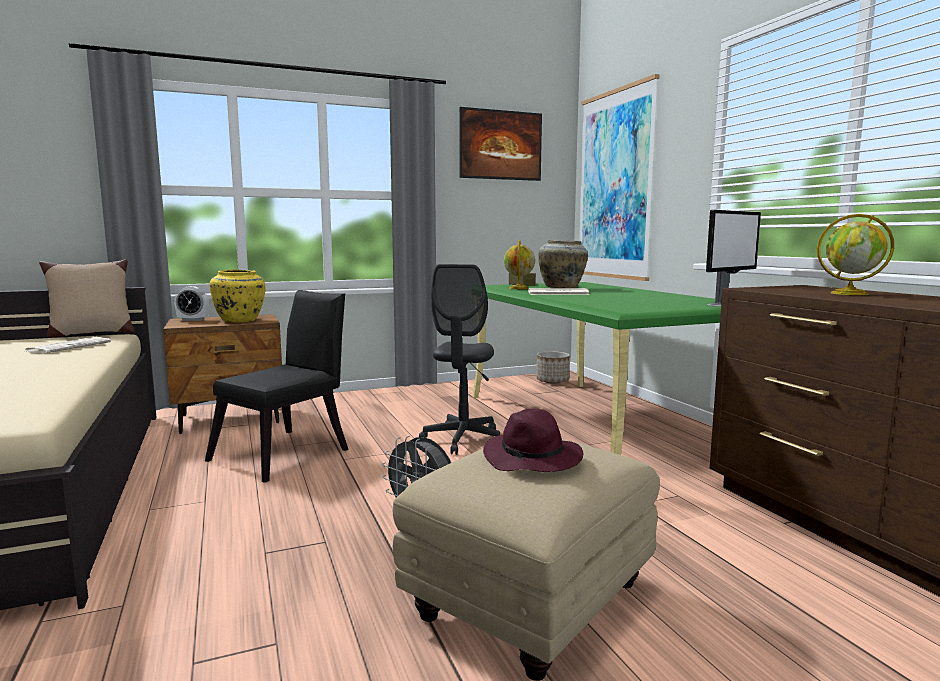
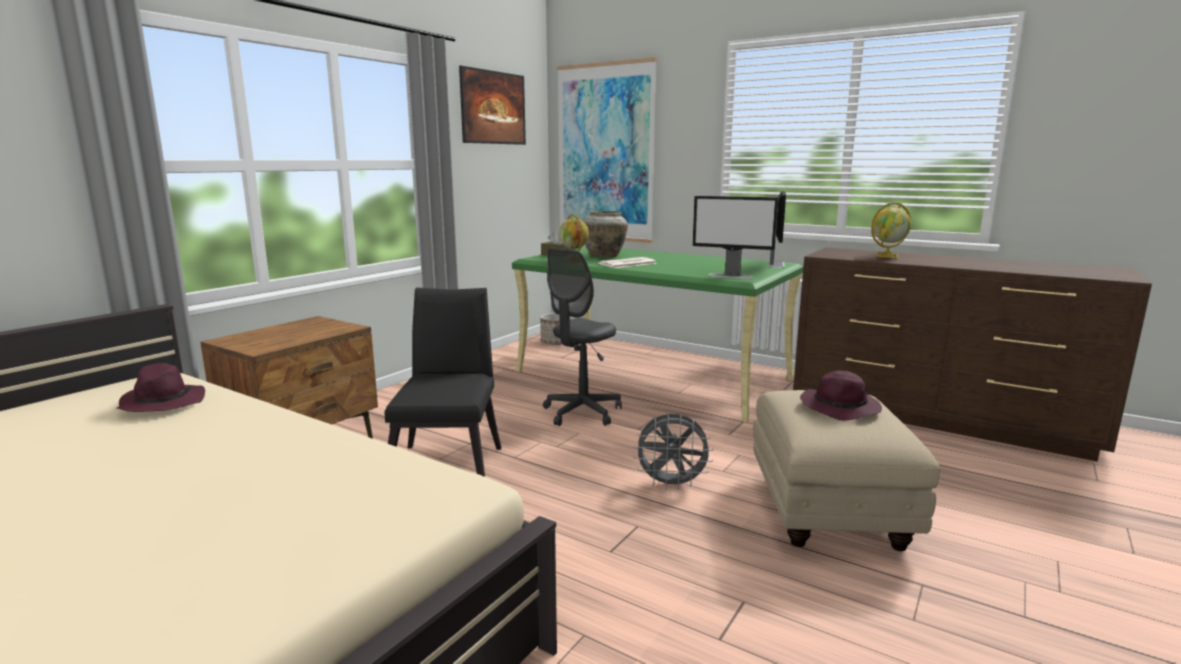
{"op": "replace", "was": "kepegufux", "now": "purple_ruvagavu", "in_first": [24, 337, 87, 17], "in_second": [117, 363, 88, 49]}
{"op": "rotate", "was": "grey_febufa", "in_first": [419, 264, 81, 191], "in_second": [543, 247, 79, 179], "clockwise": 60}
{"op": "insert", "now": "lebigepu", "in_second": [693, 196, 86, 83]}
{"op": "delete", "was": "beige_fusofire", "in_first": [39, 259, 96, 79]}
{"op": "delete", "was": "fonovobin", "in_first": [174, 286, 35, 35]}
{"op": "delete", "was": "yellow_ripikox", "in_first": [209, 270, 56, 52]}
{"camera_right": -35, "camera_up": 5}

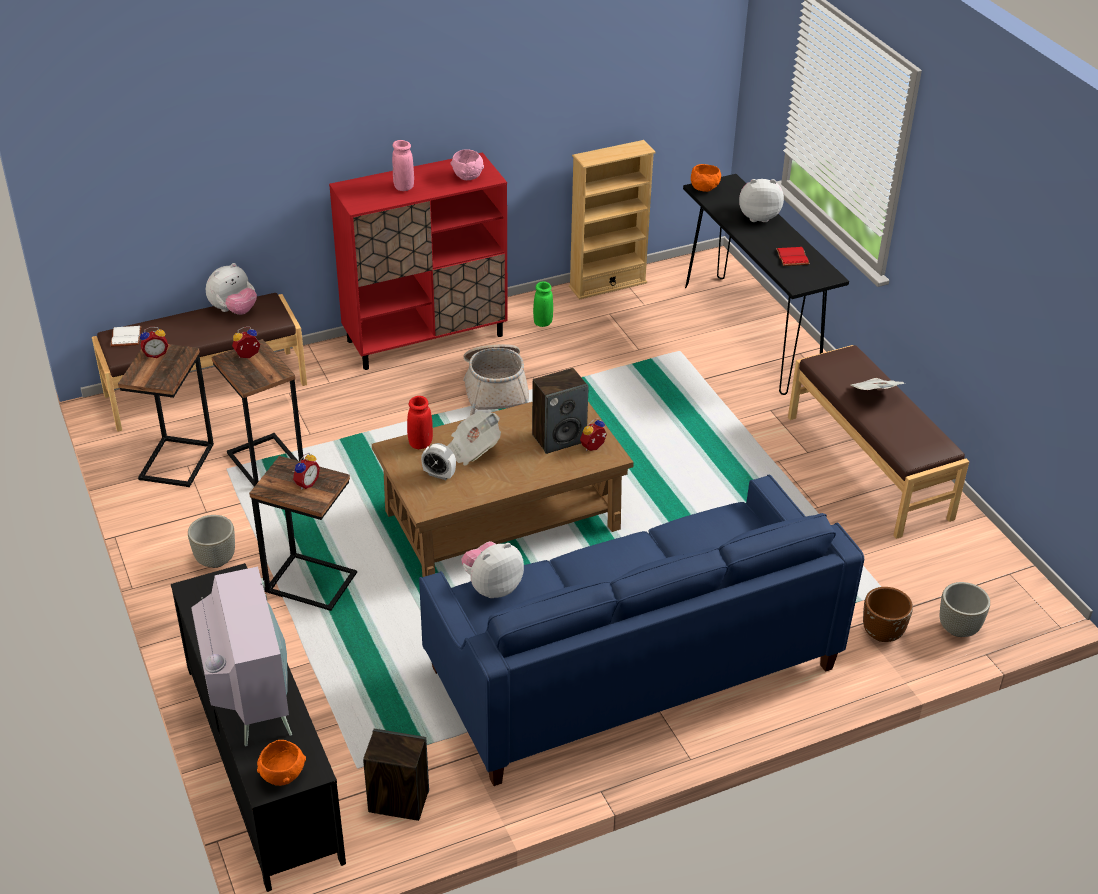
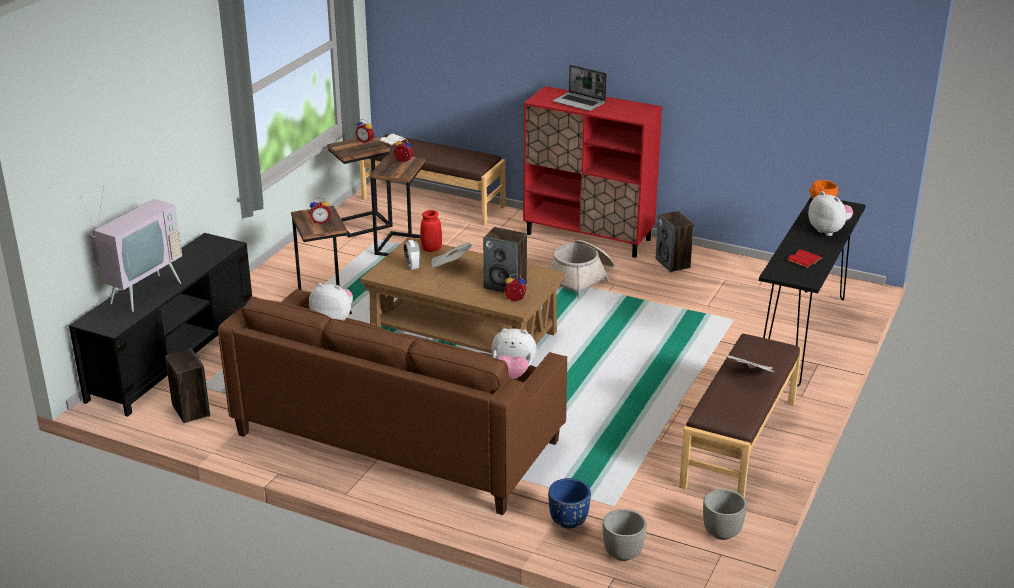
{"op": "recolor", "was": "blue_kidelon", "now": "brown_kidelon", "in_first": [419, 474, 445, 312], "in_second": [218, 289, 349, 226]}
{"op": "move", "was": "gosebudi", "in_first": [206, 263, 51, 52], "in_second": [491, 328, 46, 51]}
{"op": "recolor", "was": "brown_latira", "now": "blue_latira", "in_first": [863, 587, 50, 55], "in_second": [548, 478, 43, 50]}
{"op": "replace", "was": "pink_ripikox", "now": "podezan", "in_first": [392, 140, 22, 51], "in_second": [553, 65, 54, 46]}
{"op": "replace", "was": "green_ripikox", "now": "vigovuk", "in_first": [533, 281, 20, 46], "in_second": [656, 211, 38, 61]}
{"op": "move", "was": "grey_latira", "in_first": [188, 515, 47, 53], "in_second": [703, 489, 44, 51]}
{"op": "delete", "was": "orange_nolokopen", "in_first": [257, 740, 49, 46]}
{"op": "delete", "was": "pink_nolokopen", "in_first": [451, 149, 33, 31]}
{"op": "delete", "was": "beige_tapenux", "in_first": [569, 140, 87, 160]}
{"camera_right": 50, "camera_up": -10}

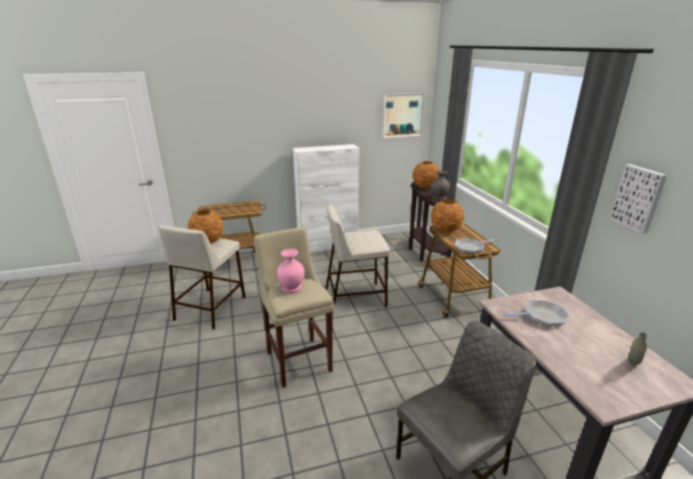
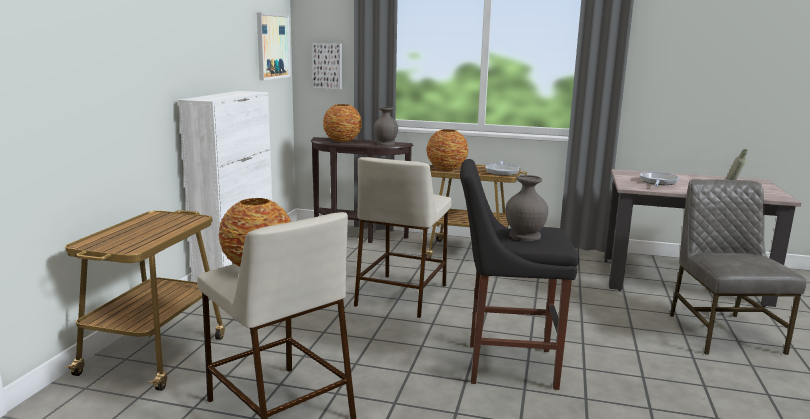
{"op": "move", "was": "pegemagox", "in_first": [610, 164, 57, 70], "in_second": [312, 43, 30, 46]}
{"op": "recolor", "was": "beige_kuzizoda", "now": "black_kuzizoda", "in_first": [254, 227, 81, 161], "in_second": [460, 159, 119, 231]}
{"op": "recolor", "was": "pink_ripikox", "now": "grey_ripikox", "in_first": [277, 249, 28, 44], "in_second": [505, 175, 43, 66]}
{"camera_right": -60, "camera_up": -10}

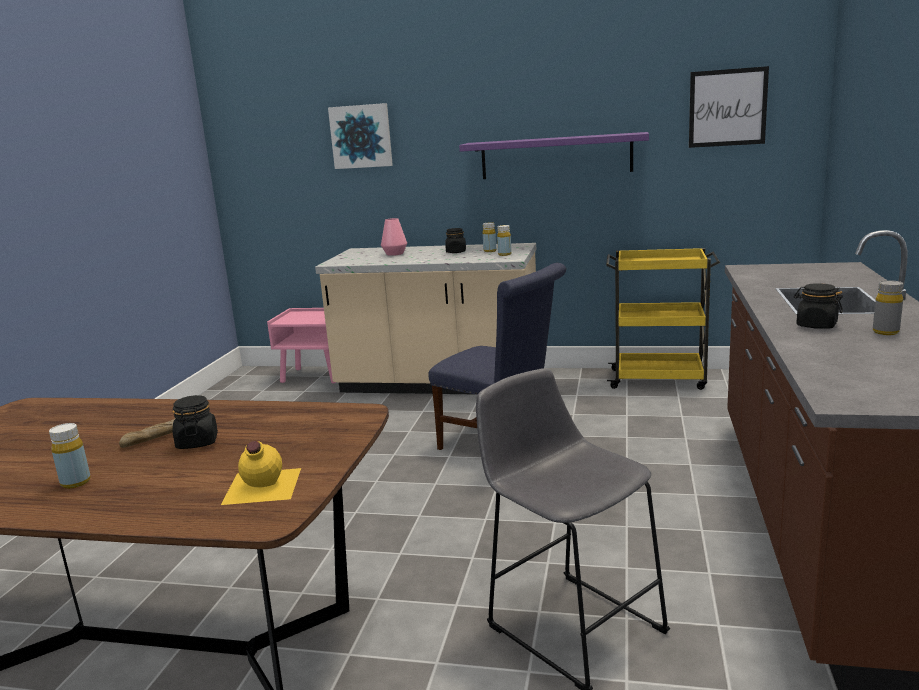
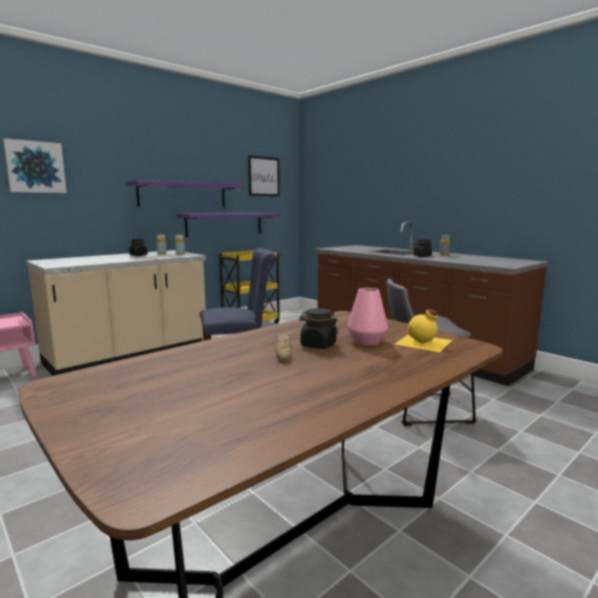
{"op": "insert", "now": "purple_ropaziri", "in_second": [177, 213, 104, 24]}
{"op": "move", "was": "pink_ripikox", "in_first": [381, 218, 26, 38], "in_second": [347, 288, 41, 58]}
{"op": "delete", "was": "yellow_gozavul", "in_first": [49, 423, 42, 65]}
{"camera_right": -55, "camera_up": -5}

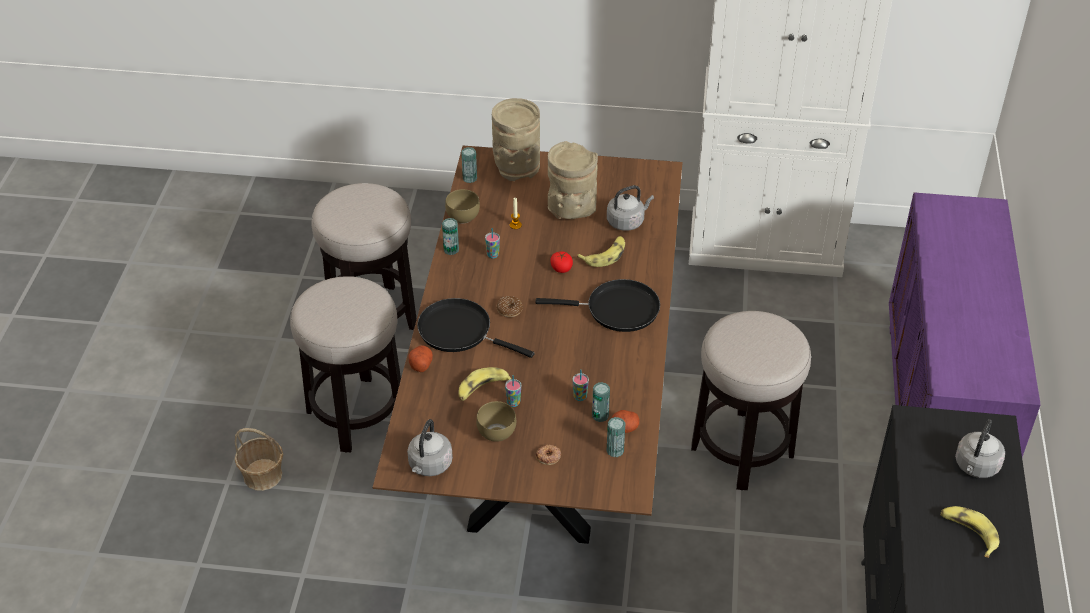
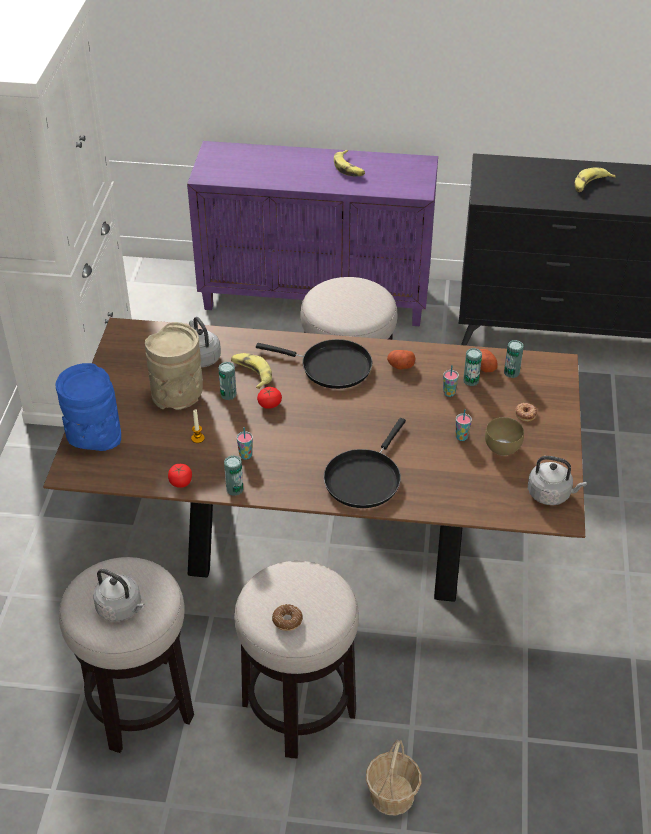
{"op": "recolor", "was": "beige_ripikox", "now": "blue_ripikox", "in_first": [492, 98, 48, 83], "in_second": [56, 363, 65, 88]}
{"op": "move", "was": "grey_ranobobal", "in_first": [955, 419, 50, 59], "in_second": [93, 569, 52, 52]}
{"op": "replace", "was": "brown_nolokopen", "now": "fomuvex", "in_first": [445, 189, 35, 35], "in_second": [168, 464, 24, 24]}
{"op": "move", "was": "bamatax", "in_first": [461, 147, 16, 36], "in_second": [218, 362, 19, 38]}
{"op": "rotate", "was": "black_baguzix", "in_first": [535, 279, 125, 53], "in_second": [256, 339, 117, 50], "clockwise": 105}
{"op": "move", "was": "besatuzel", "in_first": [496, 296, 27, 21], "in_second": [272, 604, 31, 27]}
{"op": "move", "was": "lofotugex", "in_first": [458, 367, 53, 34], "in_second": [334, 150, 31, 26]}
{"op": "move", "was": "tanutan", "in_first": [408, 345, 25, 27], "in_second": [387, 350, 29, 19]}
{"camera_right": -90, "camera_up": 0}

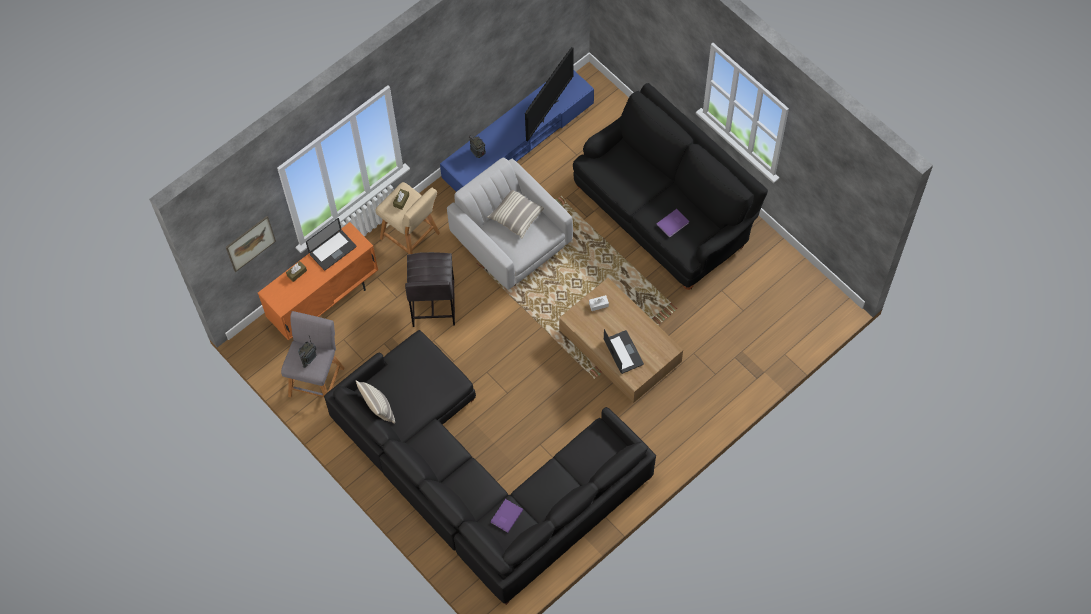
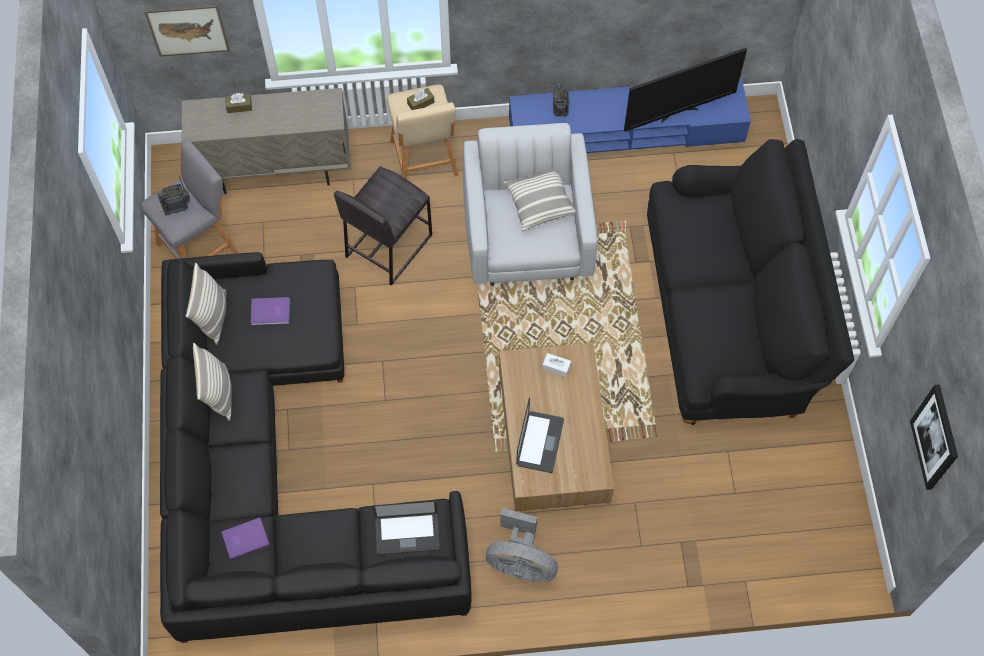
{"op": "recolor", "was": "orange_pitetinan", "now": "beige_pitetinan", "in_first": [258, 222, 120, 118], "in_second": [182, 88, 169, 106]}
{"op": "insert", "now": "fusofire", "in_second": [193, 343, 39, 78]}
{"op": "move", "was": "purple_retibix", "in_first": [657, 209, 32, 29], "in_second": [251, 297, 39, 28]}
{"op": "move", "was": "podezan", "in_first": [306, 218, 50, 52], "in_second": [372, 501, 68, 54]}
{"op": "insert", "now": "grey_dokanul", "in_second": [486, 508, 72, 74]}
{"op": "insert", "now": "pegemagox", "in_second": [910, 384, 48, 106]}
{"camera_right": 35, "camera_up": 0}

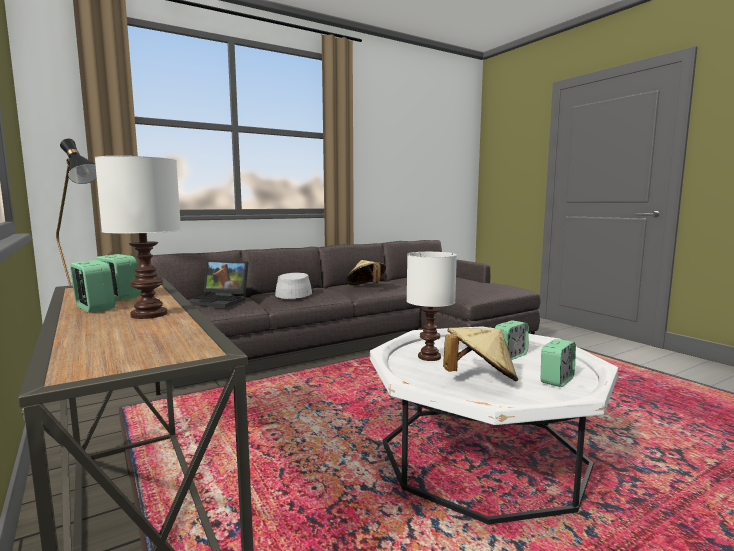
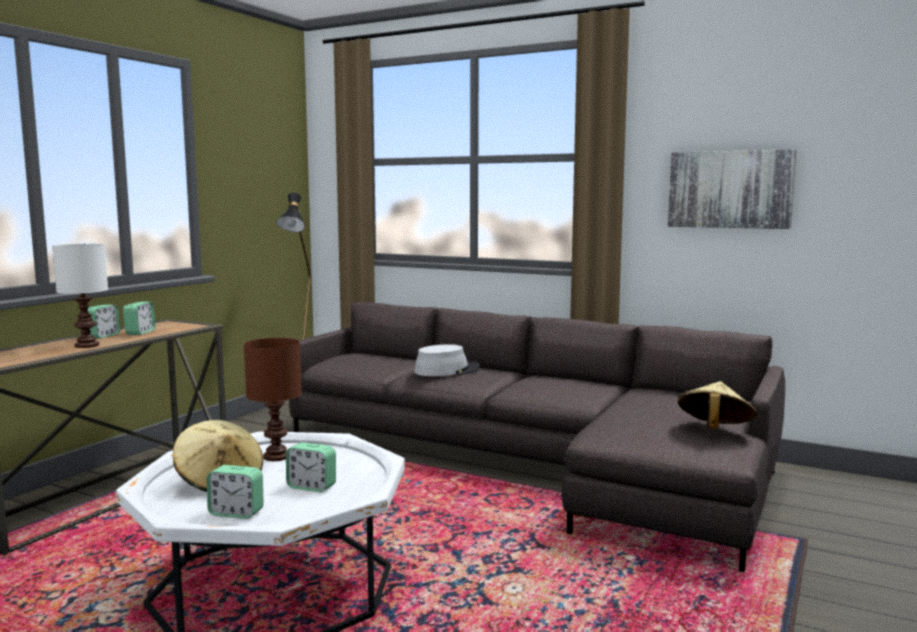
{"op": "recolor", "was": "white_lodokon", "now": "brown_lodokon", "in_first": [407, 252, 50, 109], "in_second": [244, 338, 58, 123]}
{"op": "insert", "now": "pegemagox", "in_second": [668, 149, 128, 80]}
{"op": "move", "was": "beige_ruvagavu", "in_first": [346, 260, 40, 25], "in_second": [678, 381, 79, 48]}
{"op": "delete", "was": "podezan", "in_first": [188, 260, 61, 48]}
{"camera_right": 60, "camera_up": 0}

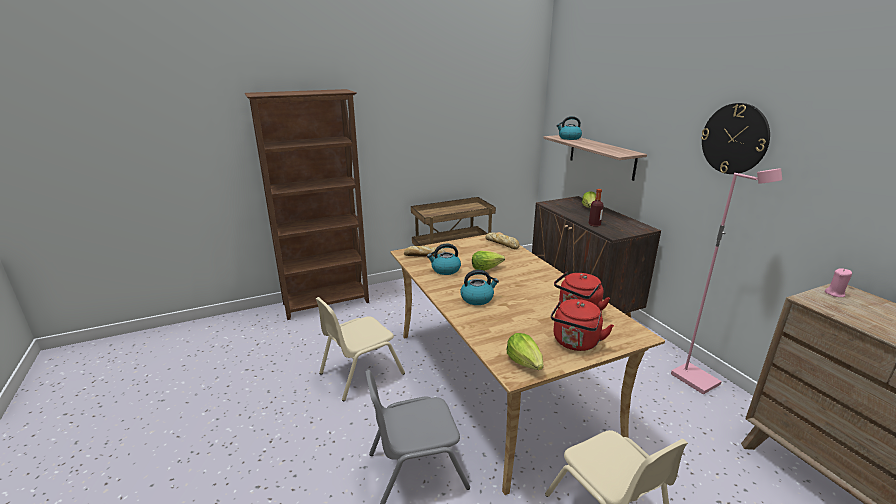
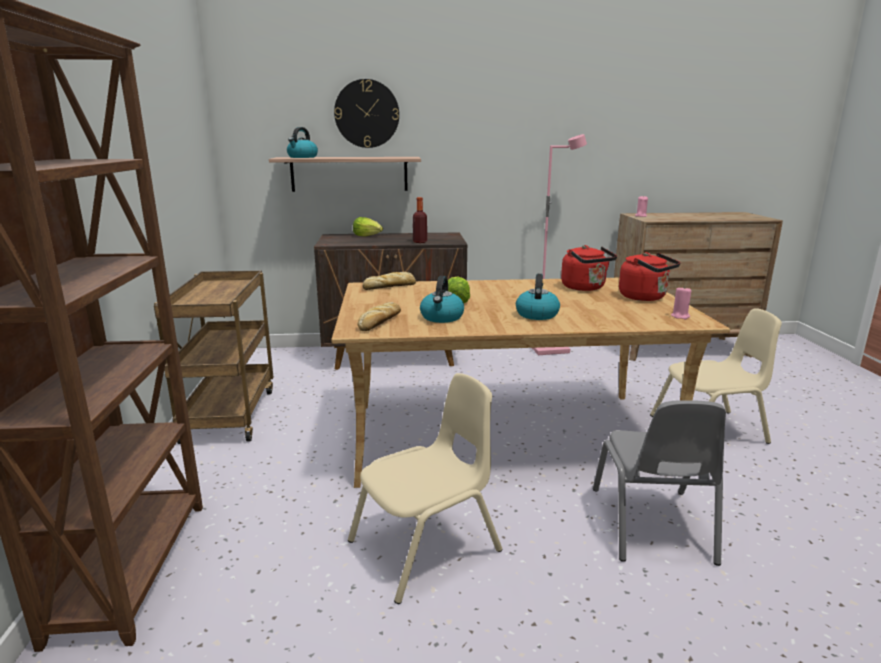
{"op": "move", "was": "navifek", "in_first": [701, 103, 69, 71], "in_second": [334, 79, 65, 69]}
{"op": "rotate", "was": "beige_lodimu", "in_first": [316, 297, 89, 104], "in_second": [348, 373, 154, 231], "clockwise": -105}
{"op": "replace", "was": "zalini", "now": "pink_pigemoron", "in_first": [507, 333, 36, 37], "in_second": [671, 286, 20, 33]}
{"camera_right": -70, "camera_up": -5}

